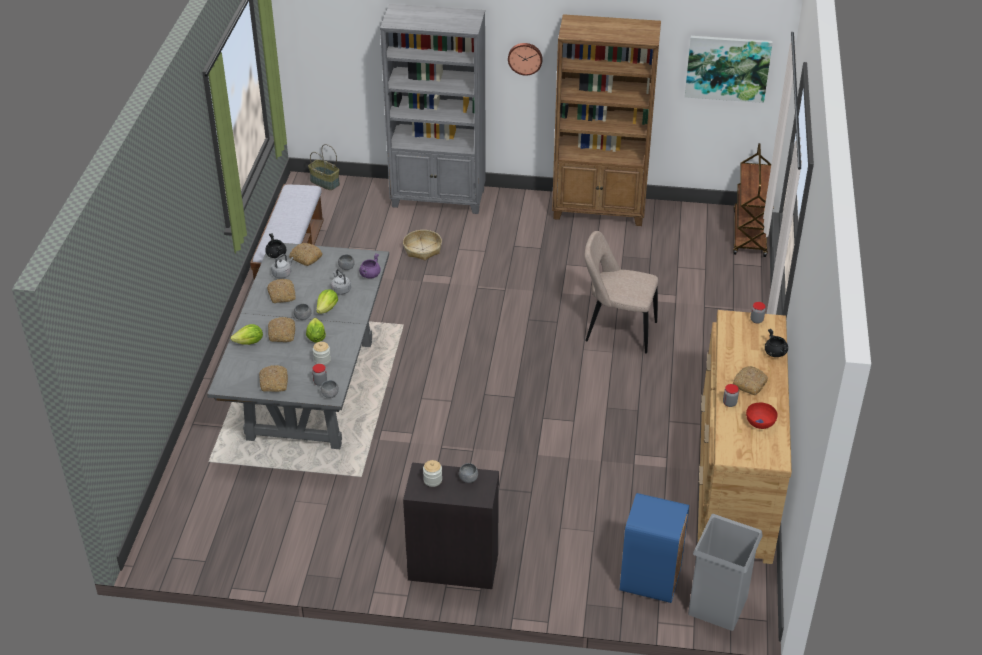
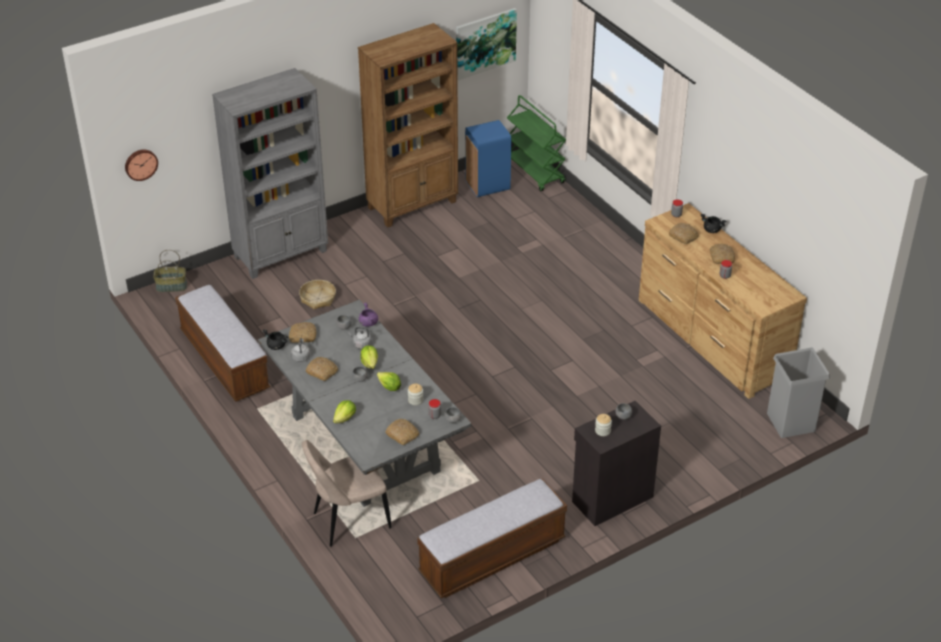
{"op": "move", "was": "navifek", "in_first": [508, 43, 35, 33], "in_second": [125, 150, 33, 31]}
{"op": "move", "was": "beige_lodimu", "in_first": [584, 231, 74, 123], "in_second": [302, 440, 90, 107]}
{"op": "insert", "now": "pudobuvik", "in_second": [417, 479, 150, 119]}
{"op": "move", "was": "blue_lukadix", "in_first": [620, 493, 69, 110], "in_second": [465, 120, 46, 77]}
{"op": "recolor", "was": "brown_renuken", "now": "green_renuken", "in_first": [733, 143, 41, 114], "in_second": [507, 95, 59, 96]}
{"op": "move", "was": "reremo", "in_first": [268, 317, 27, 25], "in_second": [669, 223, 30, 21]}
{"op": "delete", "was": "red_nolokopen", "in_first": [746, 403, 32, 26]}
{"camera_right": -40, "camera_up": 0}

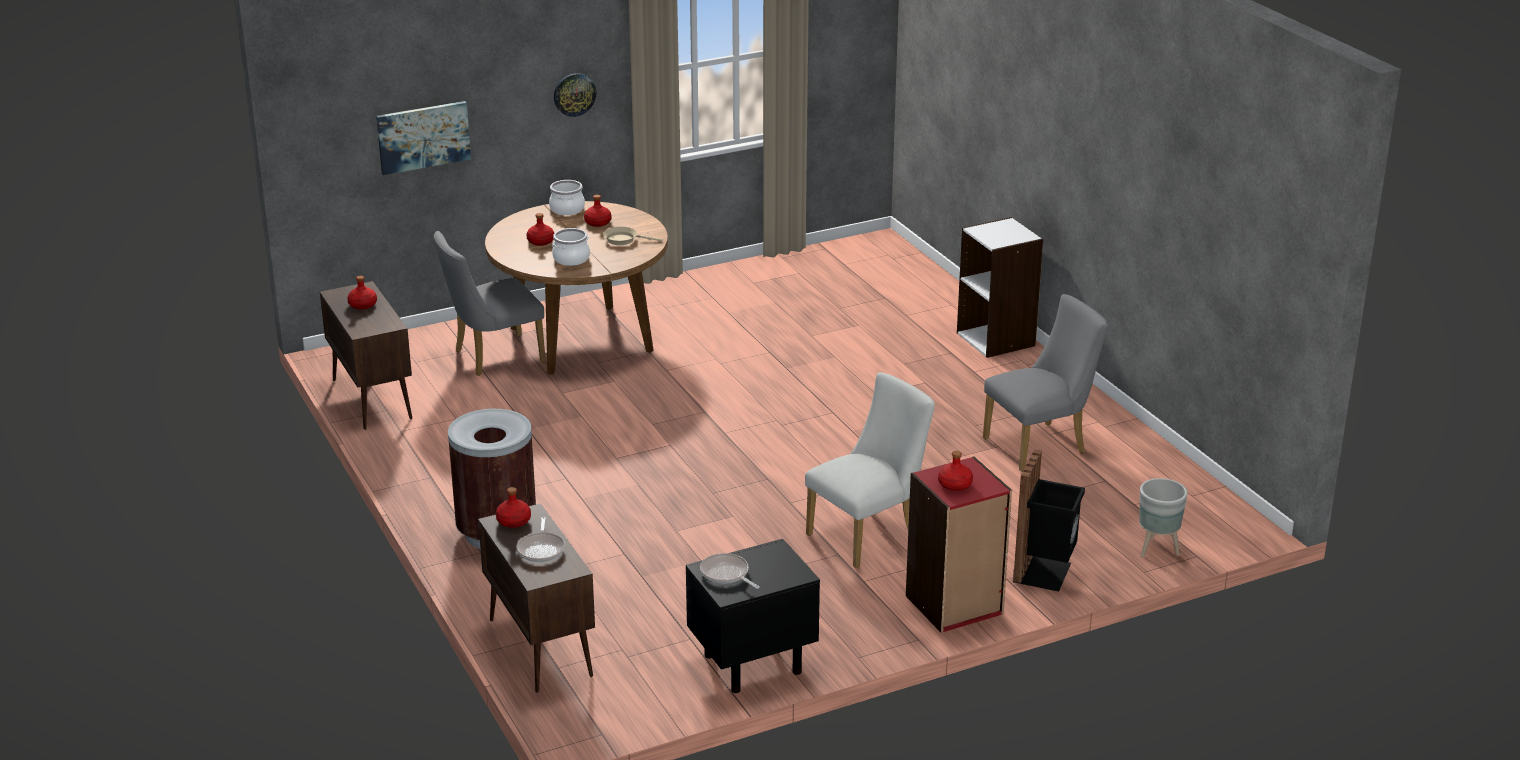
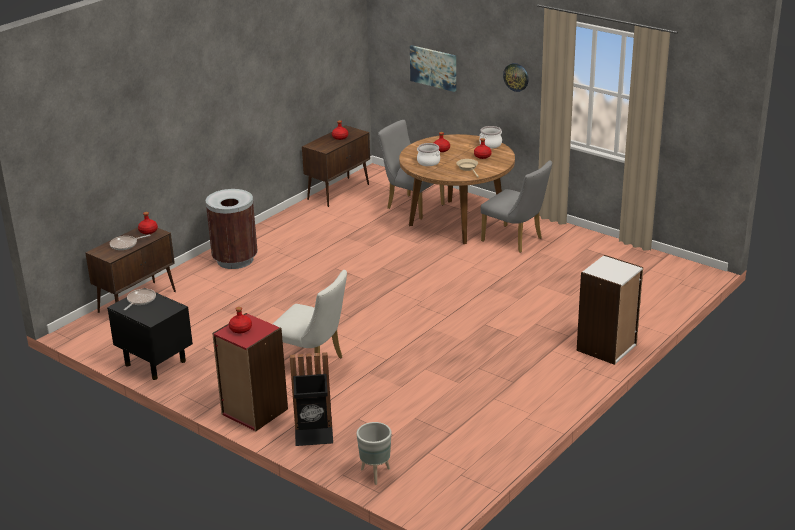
{"op": "move", "was": "grey_lodimu", "in_first": [983, 294, 125, 178], "in_second": [481, 160, 71, 93]}
{"camera_right": 65, "camera_up": 0}

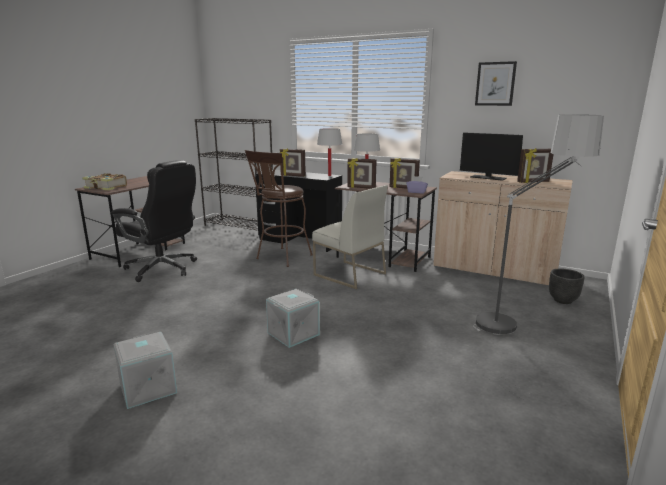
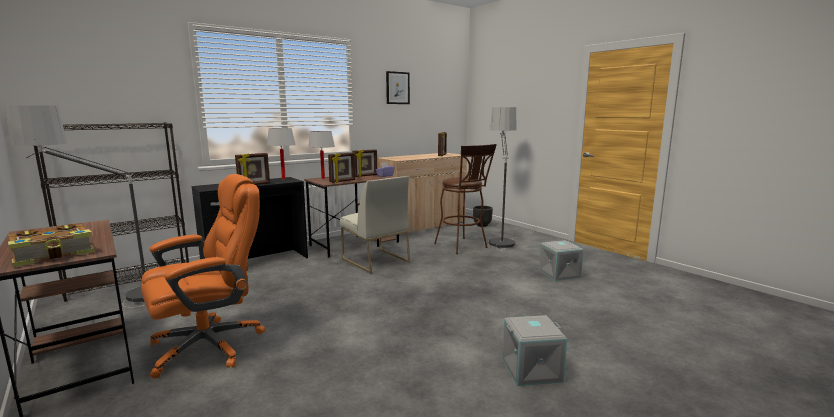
{"op": "insert", "now": "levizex", "in_second": [5, 105, 141, 202]}
{"op": "recolor", "was": "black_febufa", "now": "orange_febufa", "in_first": [111, 160, 86, 122], "in_second": [141, 174, 124, 204]}
{"op": "rotate", "was": "white_lodimu", "in_first": [312, 185, 76, 104], "in_second": [340, 176, 70, 98], "clockwise": 75}
{"op": "move", "was": "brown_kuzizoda", "in_first": [245, 150, 68, 117], "in_second": [434, 144, 63, 110]}
{"op": "move", "was": "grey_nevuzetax", "in_first": [266, 289, 54, 59], "in_second": [539, 240, 45, 41]}
{"op": "delete", "was": "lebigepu", "in_first": [460, 133, 63, 48]}
{"camera_right": -65, "camera_up": -5}

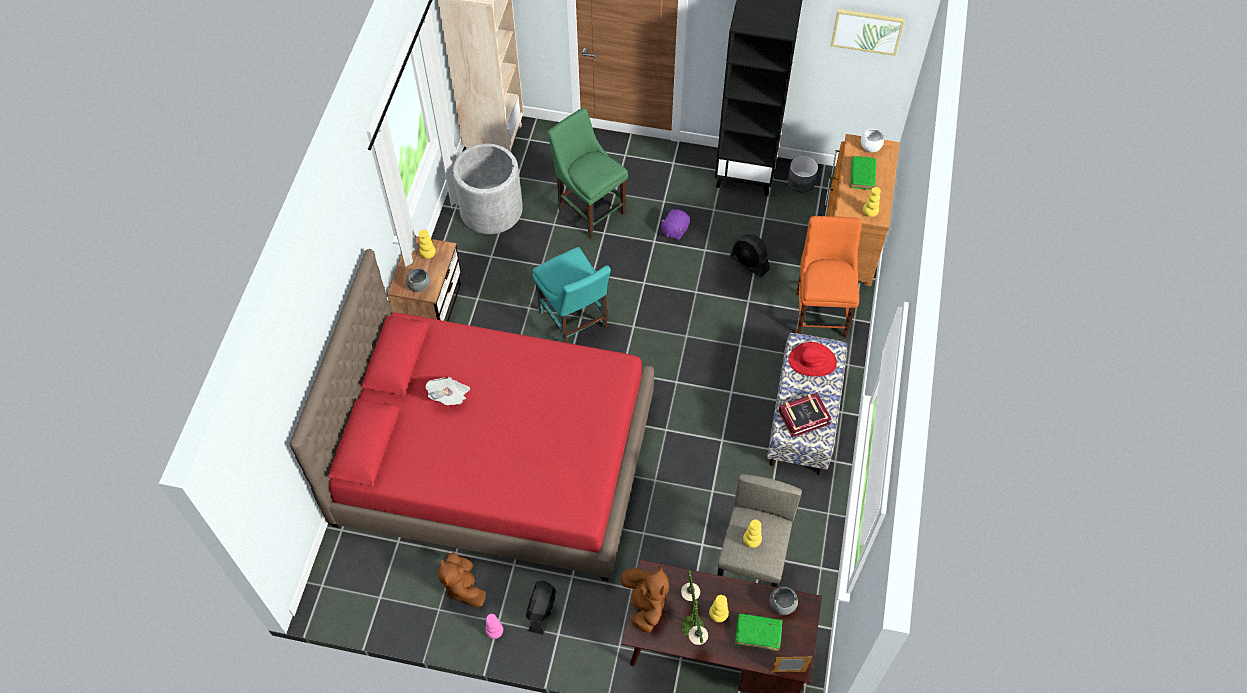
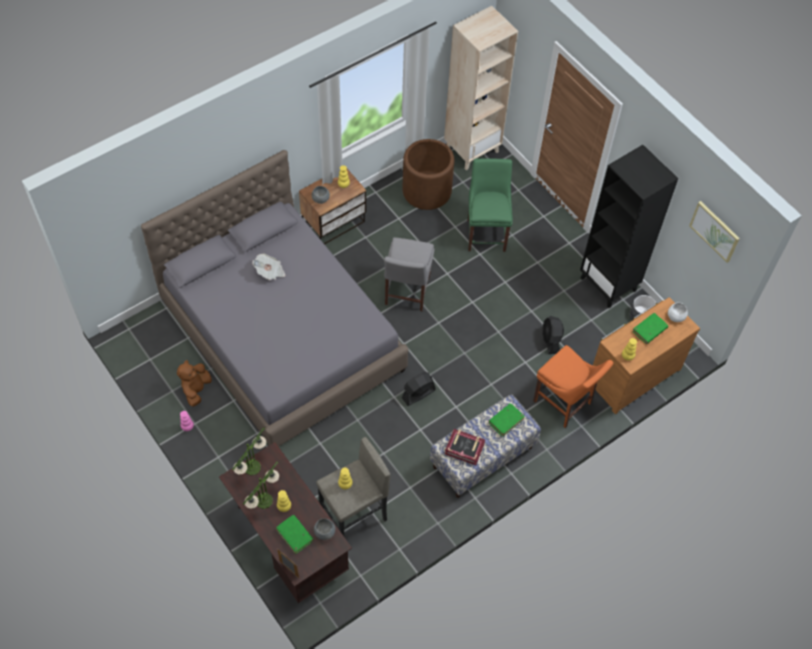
{"op": "recolor", "was": "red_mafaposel", "now": "grey_mafaposel", "in_first": [290, 249, 364, 332], "in_second": [141, 150, 267, 297]}
{"op": "replace", "was": "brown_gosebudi", "now": "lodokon", "in_first": [620, 566, 49, 67], "in_second": [232, 428, 34, 47]}
{"op": "recolor", "was": "turquoise_lodimu", "now": "grey_lodimu", "in_first": [533, 247, 78, 96], "in_second": [384, 237, 50, 74]}
{"op": "recolor", "was": "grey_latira", "now": "brown_latira", "in_first": [453, 144, 70, 90], "in_second": [402, 139, 52, 71]}
{"op": "move", "was": "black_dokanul", "in_first": [525, 580, 31, 55], "in_second": [402, 371, 34, 35]}
{"op": "replace", "was": "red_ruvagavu", "now": "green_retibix", "in_first": [788, 342, 49, 35], "in_second": [489, 403, 36, 34]}
{"op": "rotate", "was": "orange_lodimu", "in_first": [796, 216, 66, 122], "in_second": [533, 345, 80, 83], "clockwise": 90}
{"op": "delete", "was": "purple_gosebudi", "in_first": [660, 209, 30, 31]}
{"camera_right": 40, "camera_up": 0}

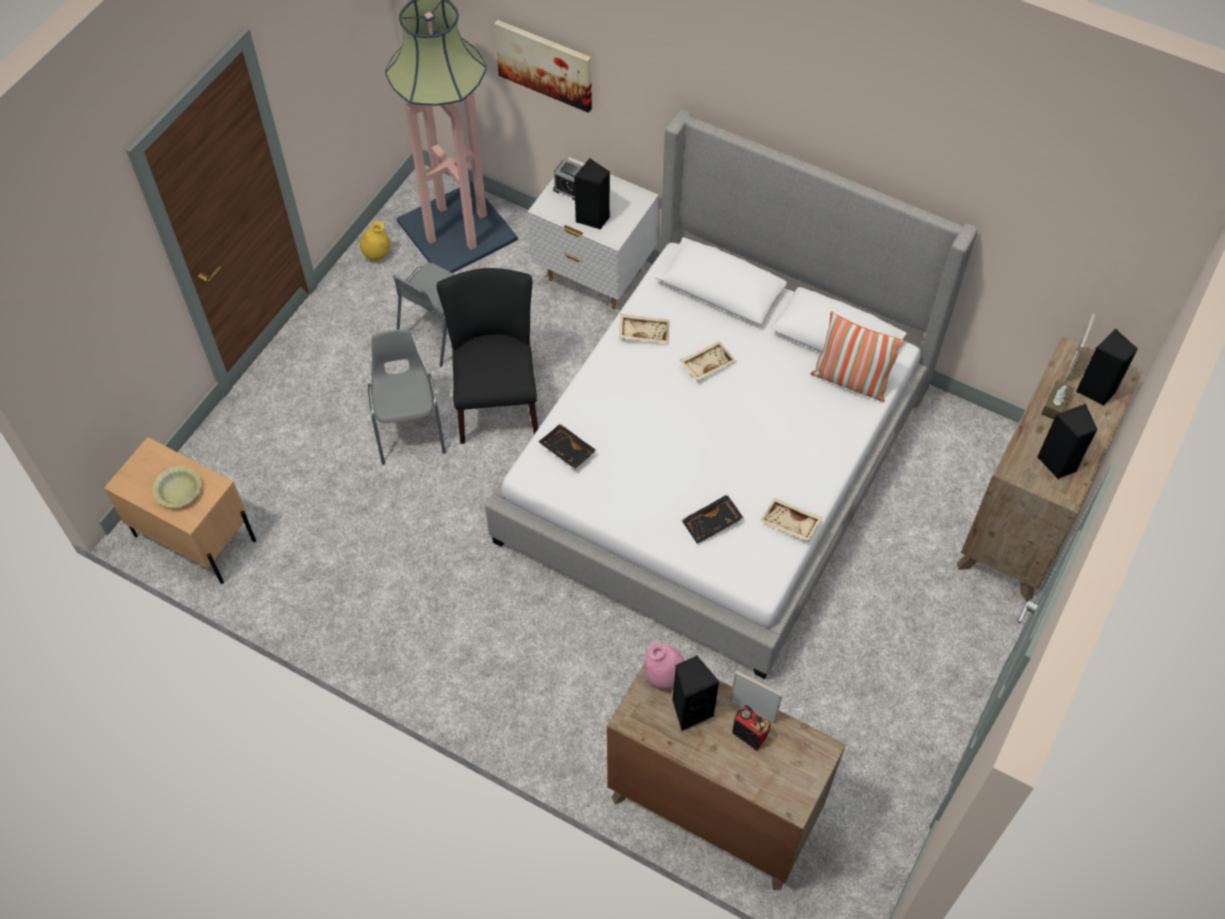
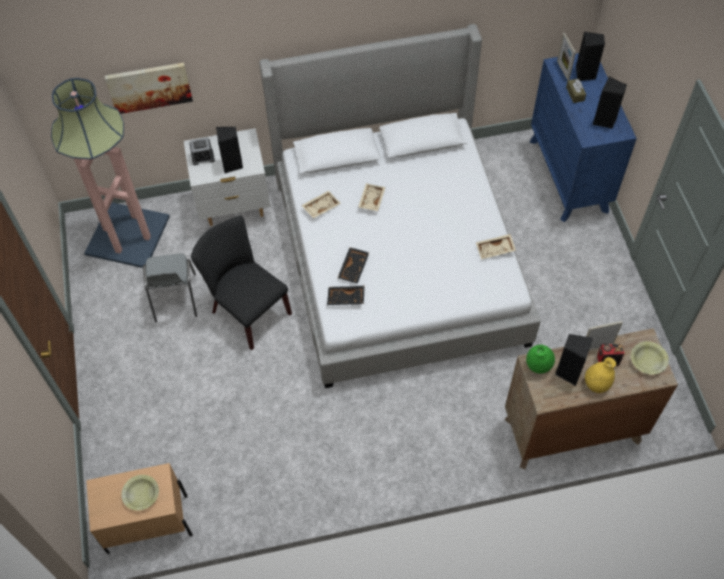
{"op": "move", "was": "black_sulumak", "in_first": [681, 495, 62, 49], "in_second": [338, 247, 31, 37]}
{"op": "recolor", "was": "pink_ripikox", "now": "green_ripikox", "in_first": [644, 643, 41, 45], "in_second": [526, 345, 29, 29]}
{"op": "recolor", "was": "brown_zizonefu", "now": "blue_zizonefu", "in_first": [957, 336, 186, 266], "in_second": [530, 53, 107, 169]}
{"op": "move", "was": "yellow_ripikox", "in_first": [360, 221, 30, 40], "in_second": [585, 357, 31, 36]}
{"op": "insert", "now": "yellow_nolokopen", "in_second": [631, 341, 38, 34]}
{"op": "delete", "was": "grey_lodimu", "in_first": [368, 329, 78, 135]}
{"op": "delete", "was": "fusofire", "in_first": [810, 311, 95, 91]}
{"camera_right": -40, "camera_up": 0}

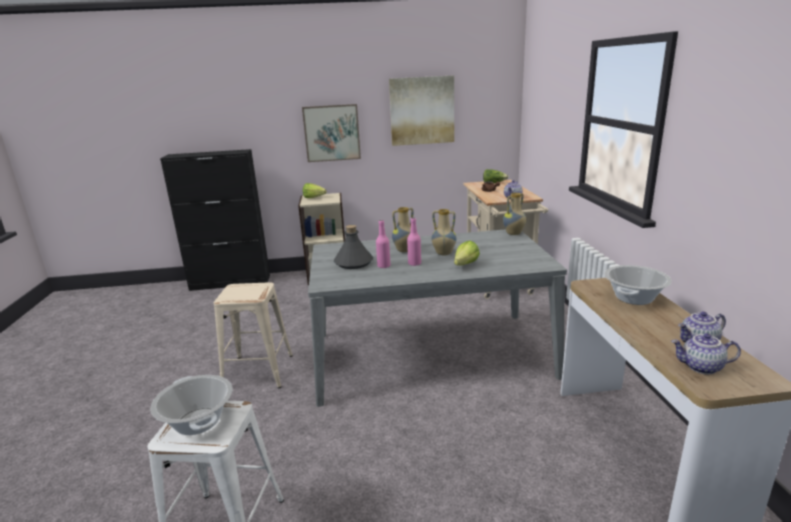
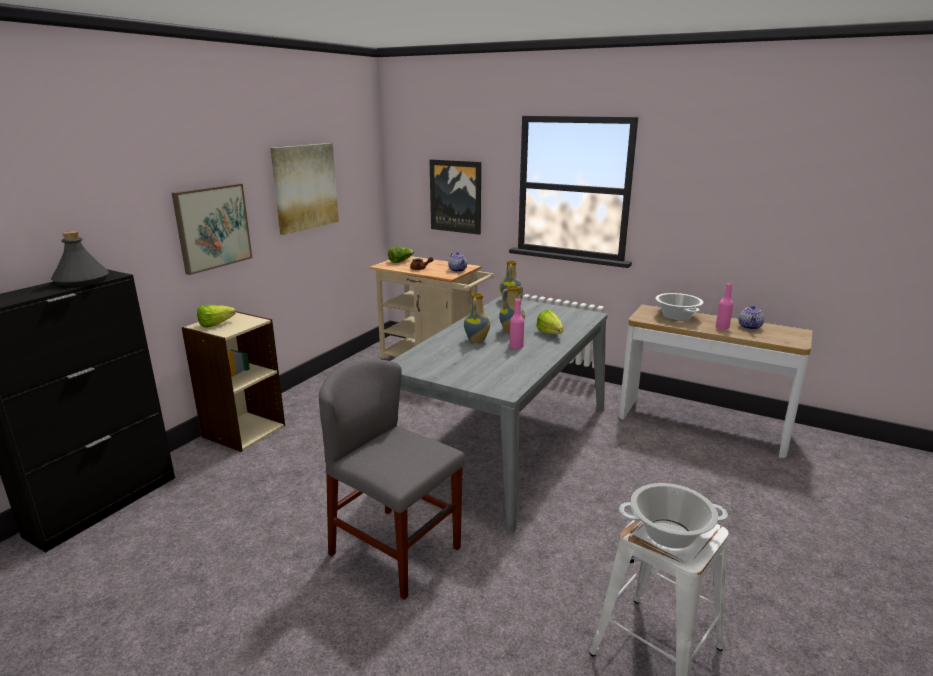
{"op": "move", "was": "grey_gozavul", "in_first": [334, 225, 39, 44], "in_second": [51, 231, 58, 55]}
{"op": "replace", "was": "beige_kuzizoda", "now": "grey_lodimu", "in_first": [214, 282, 79, 106], "in_second": [319, 359, 146, 241]}
{"op": "insert", "now": "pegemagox", "in_second": [430, 159, 51, 76]}
{"op": "move", "was": "pink_gozavul", "in_first": [376, 220, 15, 48], "in_second": [716, 283, 17, 47]}
{"op": "delete", "was": "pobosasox", "in_first": [671, 333, 70, 41]}
{"camera_right": -55, "camera_up": 0}

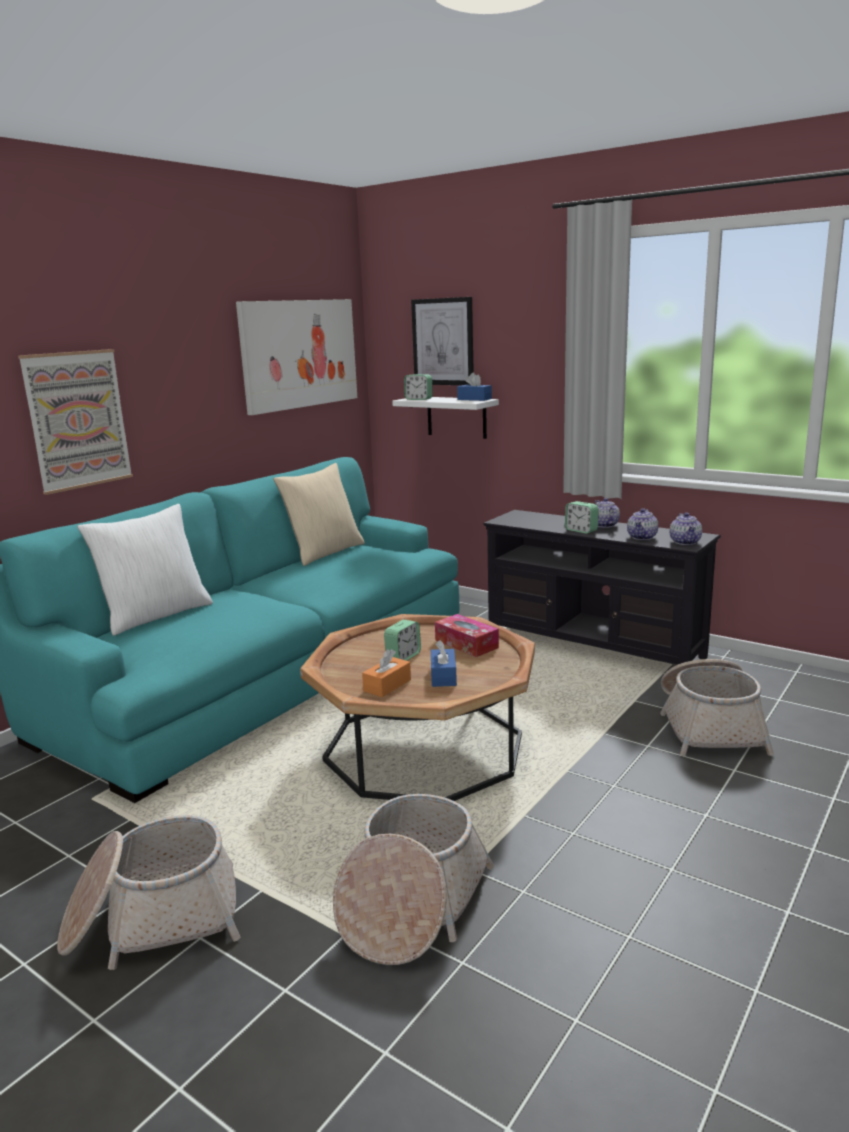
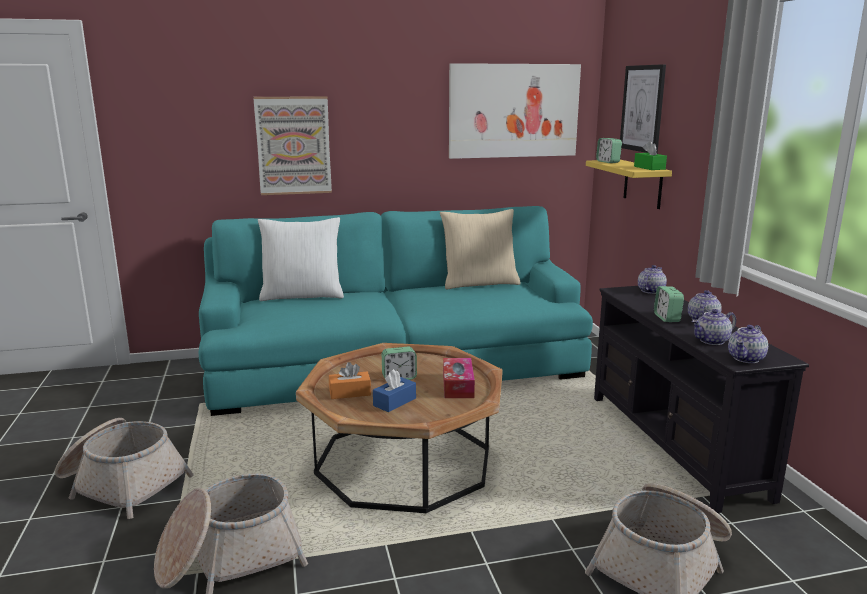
{"op": "recolor", "was": "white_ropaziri", "now": "yellow_ropaziri", "in_first": [392, 397, 107, 42], "in_second": [586, 160, 86, 49]}
{"op": "recolor", "was": "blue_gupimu", "now": "green_gupimu", "in_first": [457, 372, 35, 29], "in_second": [634, 141, 33, 29]}
{"op": "insert", "now": "pobosasox", "in_second": [638, 265, 29, 29]}
{"camera_right": 40, "camera_up": 0}

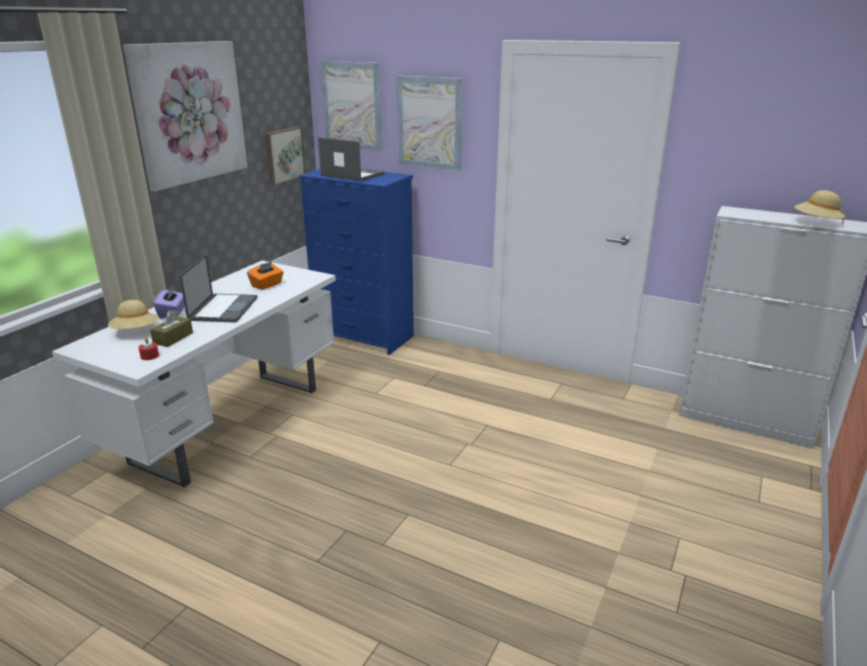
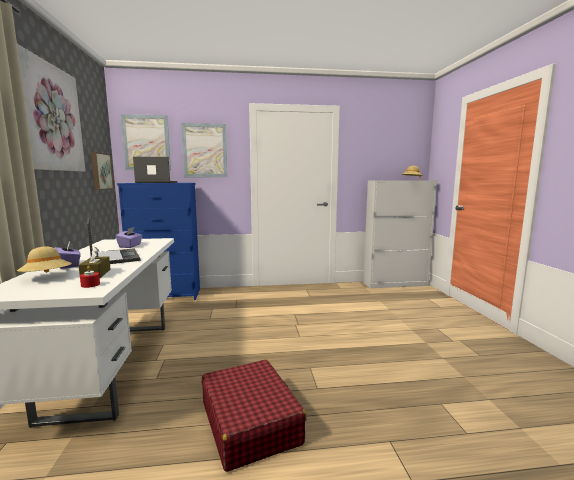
{"op": "recolor", "was": "orange_gupimu", "now": "purple_gupimu", "in_first": [247, 261, 37, 29], "in_second": [116, 227, 26, 21]}
{"op": "insert", "now": "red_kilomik", "in_second": [202, 360, 104, 112]}
{"camera_right": -35, "camera_up": -15}

